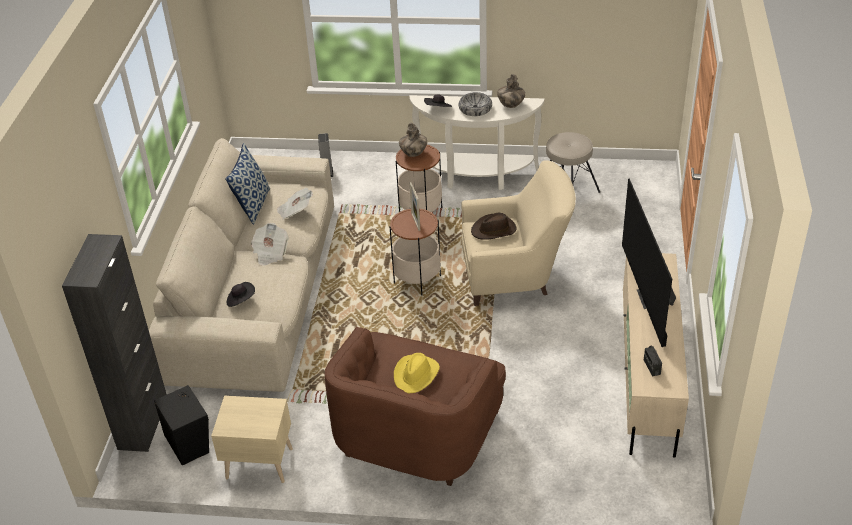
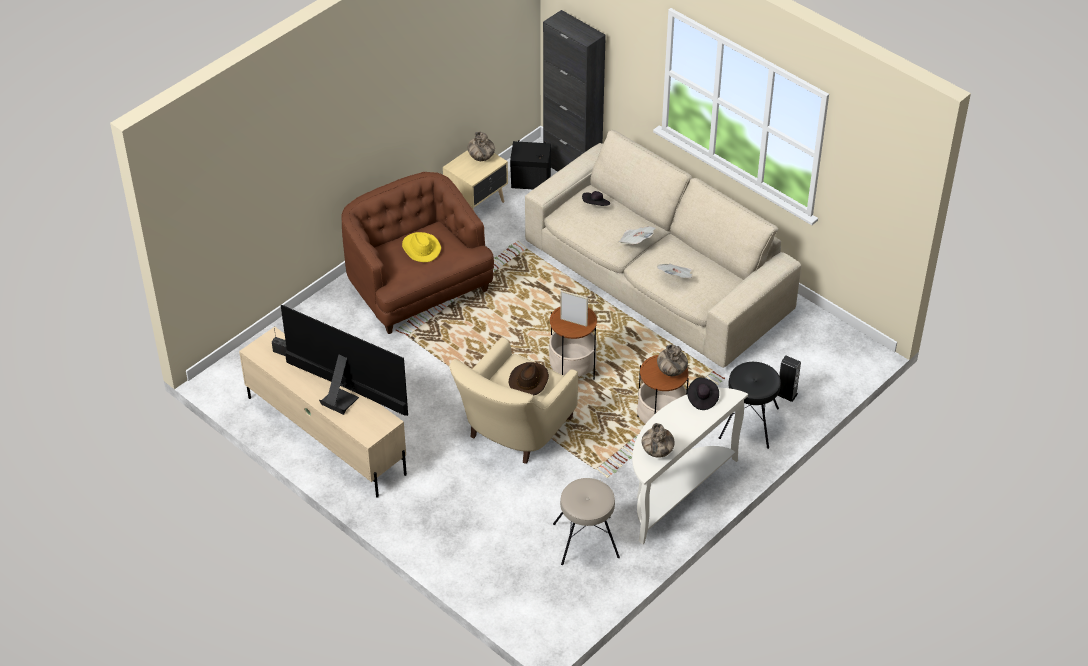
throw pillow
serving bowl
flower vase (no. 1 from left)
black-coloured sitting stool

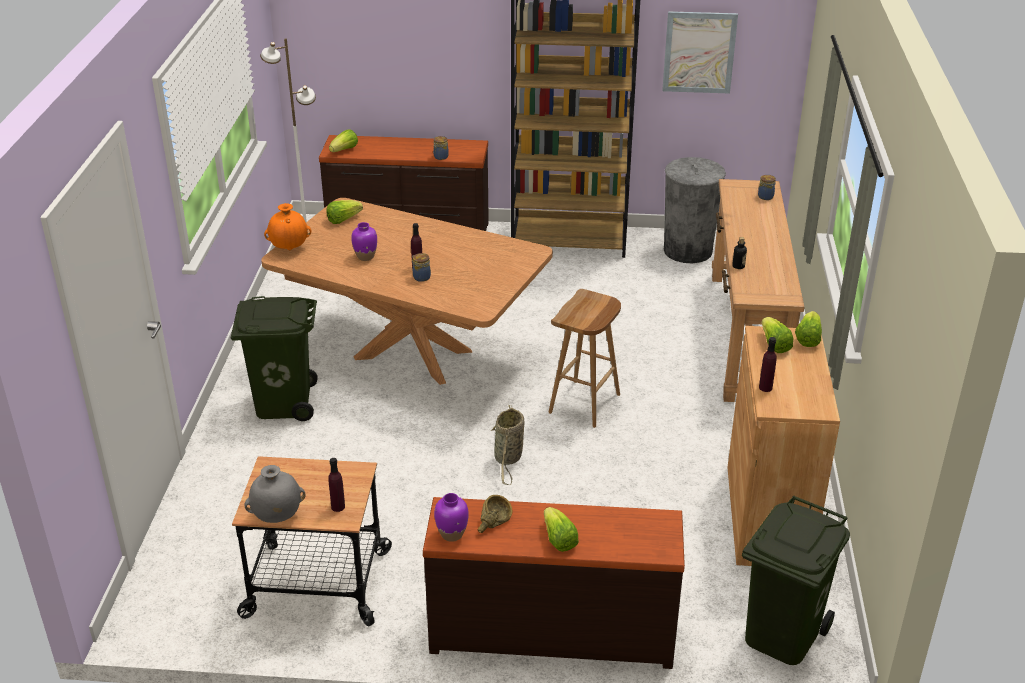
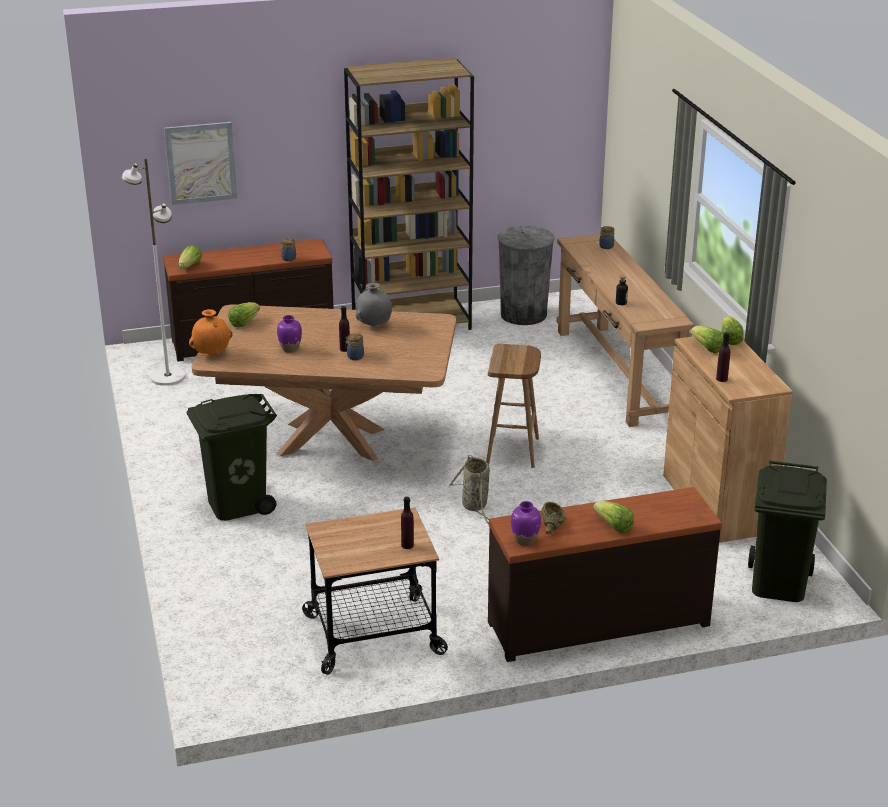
gray flower vase
picture

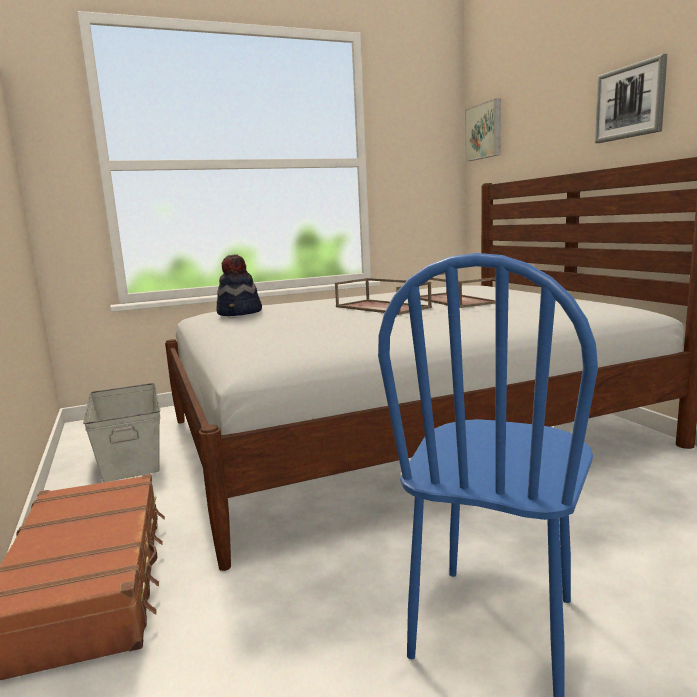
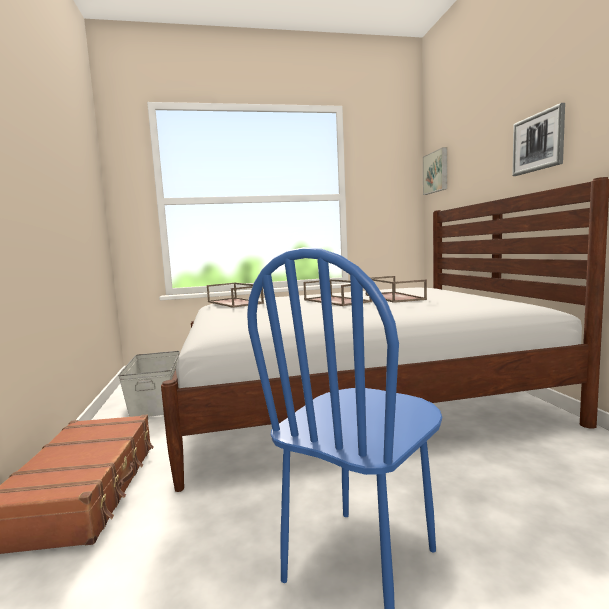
brown carrying tray (no. 1 from left)

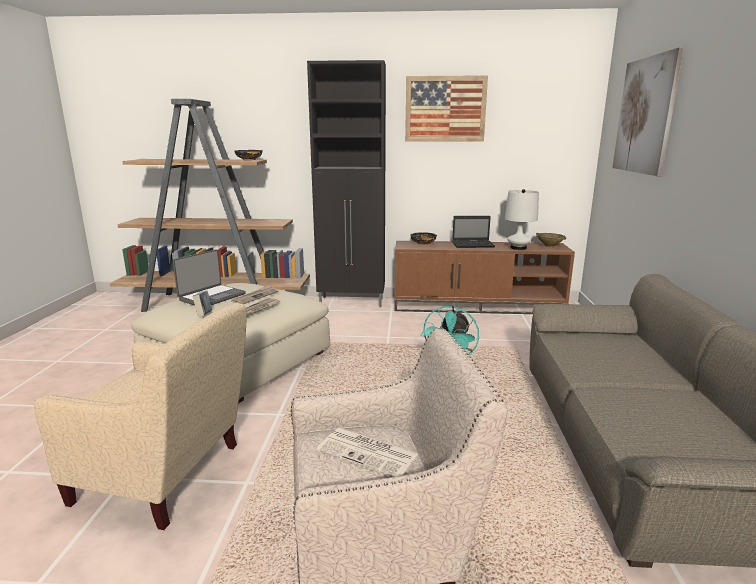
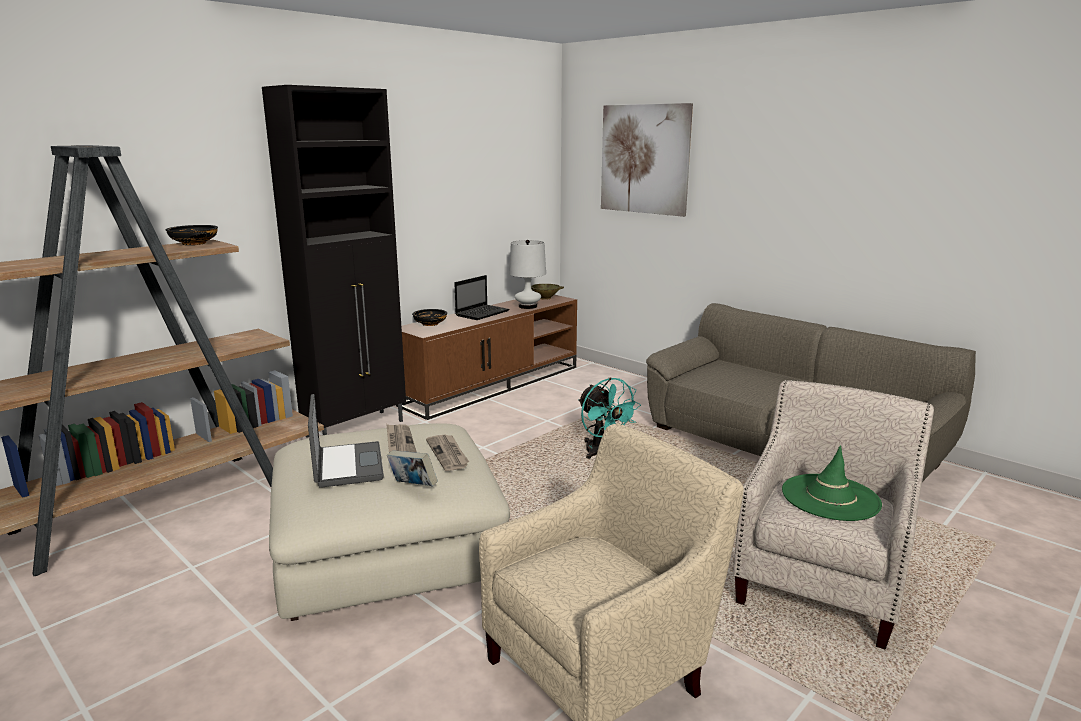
green wearable hat
picture (no. 1 from left in the first image)

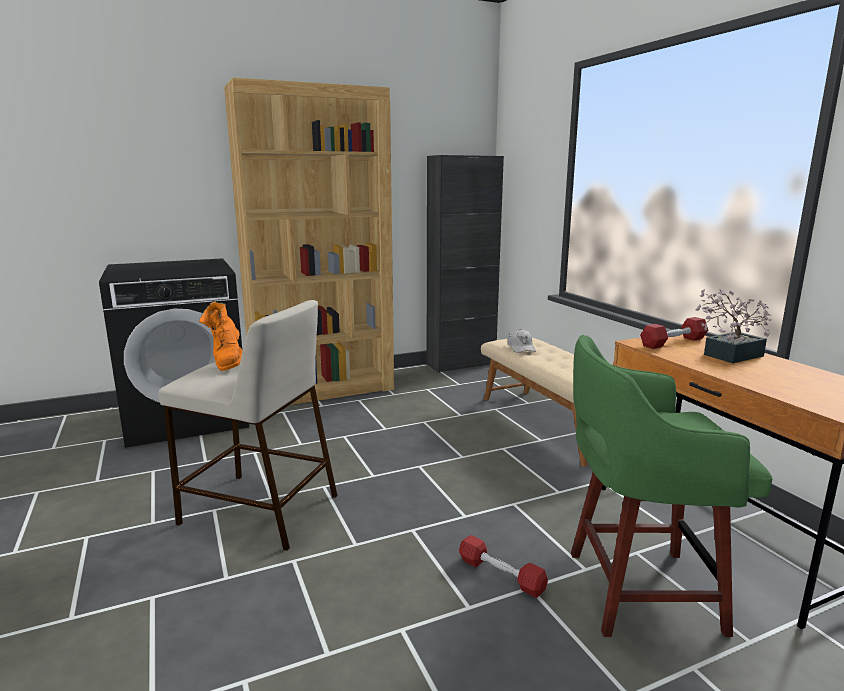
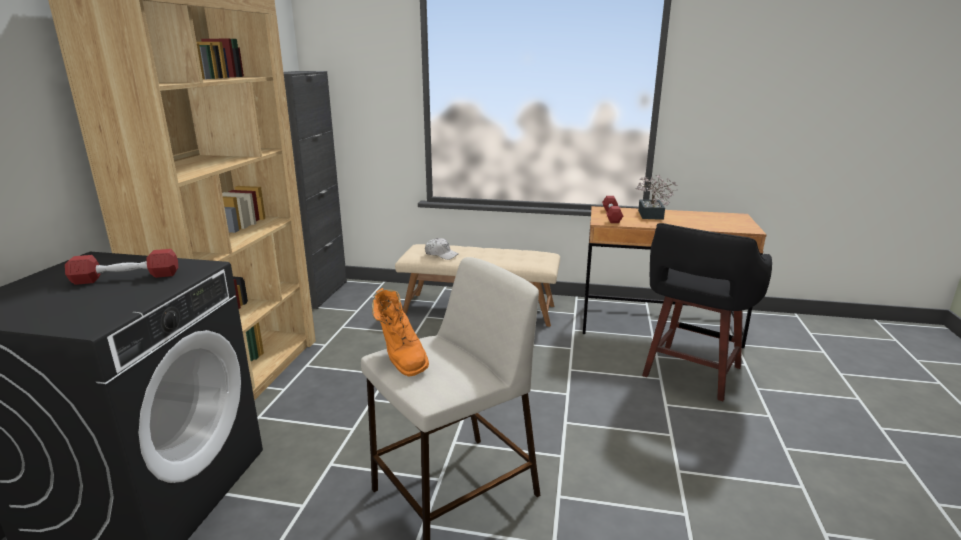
orange-coloured boot
reddish free weight (no. 1 from left)
black-coloured sitting stool

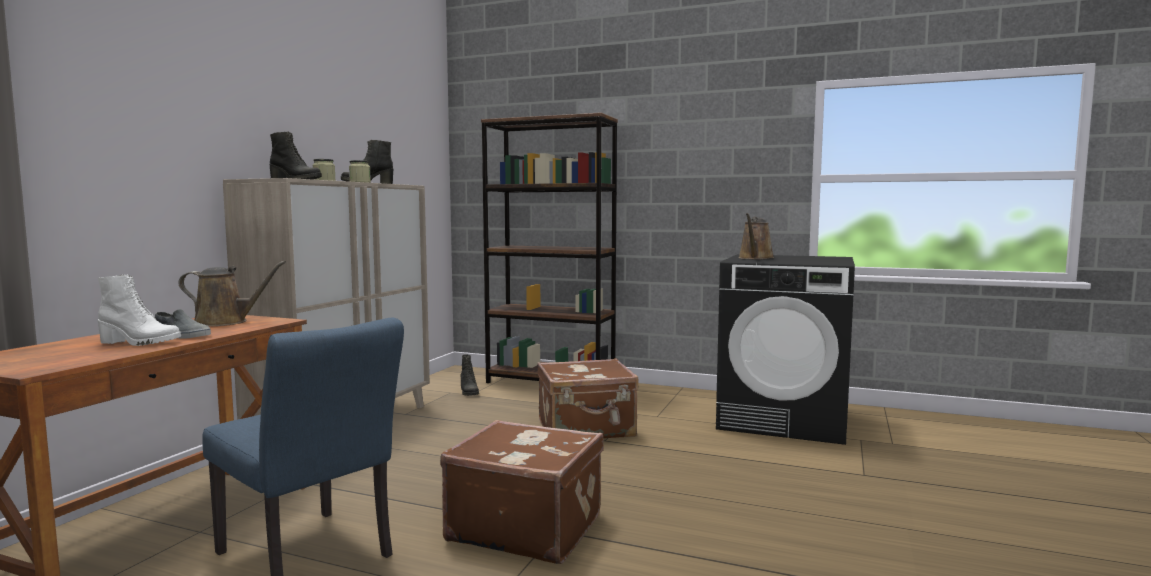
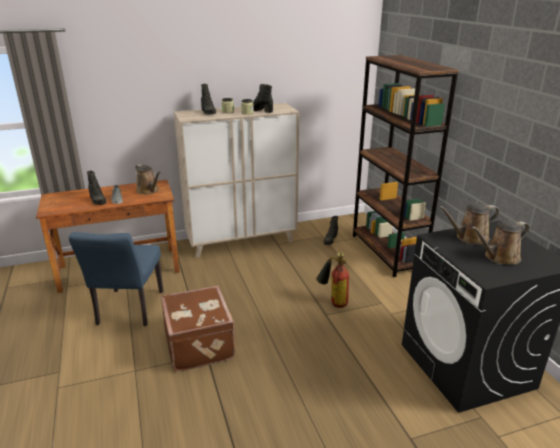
black-coloured boot (no. 1 from left)
extinguisher
brown watering pot (no. 3 from left)

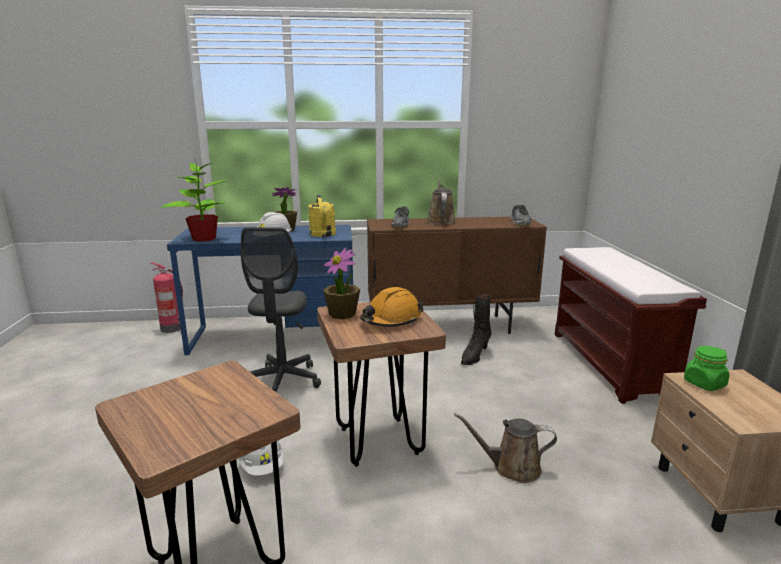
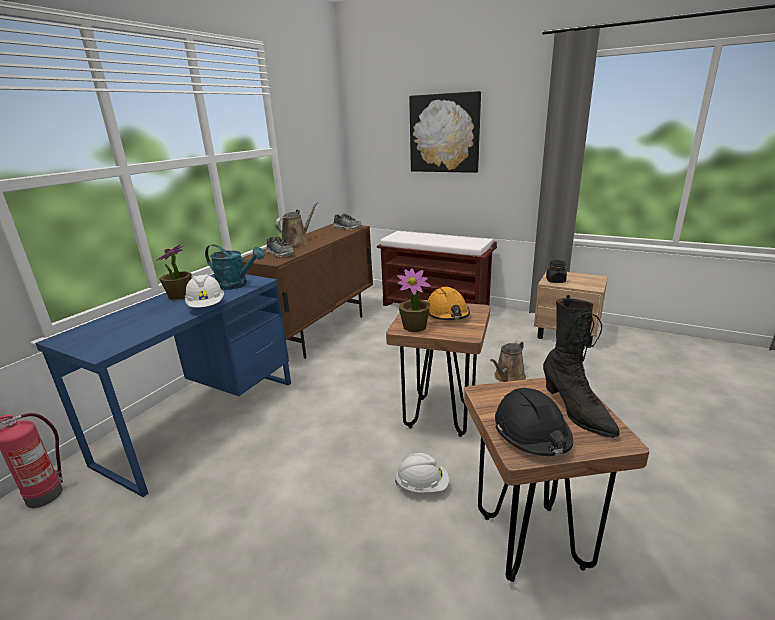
plant in a pot (no. 1 from left in the first image)
gray office chair
turquoise watering pot
brown watering pot (no. 1 from left)
black-coloured boot
black-coloured storage jar
picture
black-coloured safety helmet

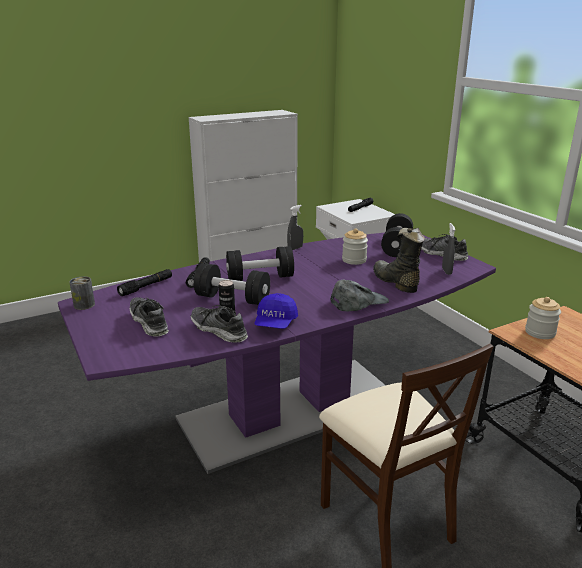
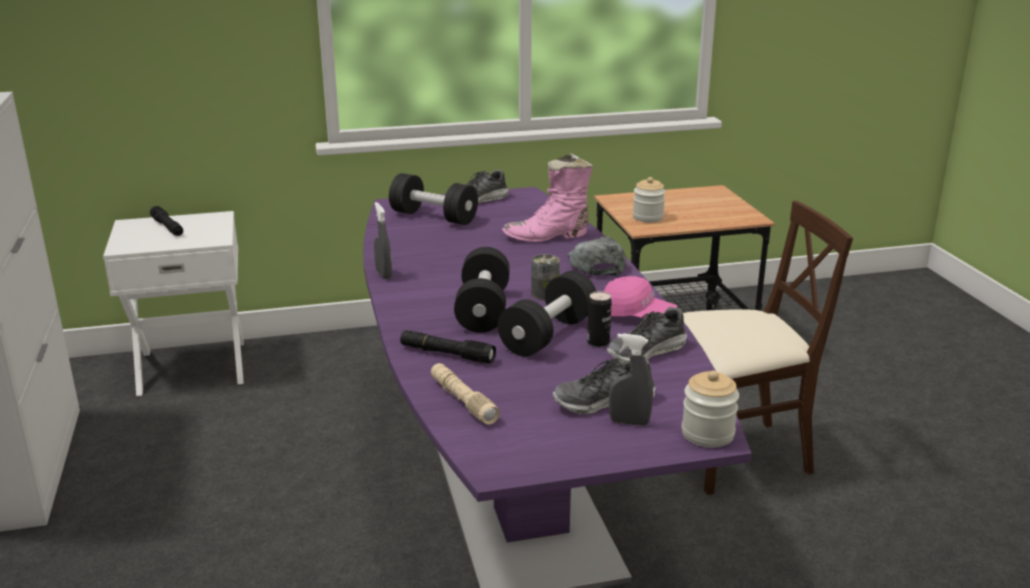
can (no. 1 from left)
beige torch
pink peaked cap
storage jar (no. 2 from left)
pink boot
gray spray bottle (no. 2 from left)

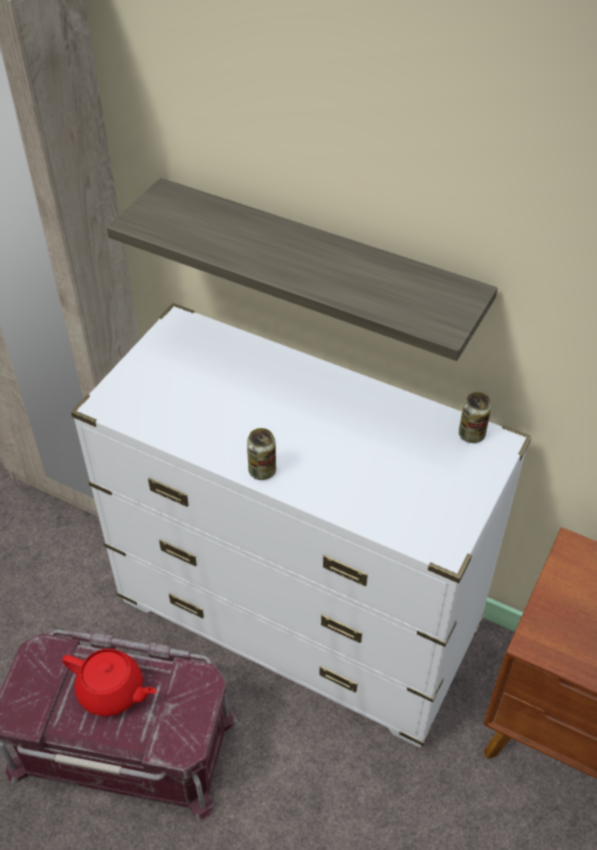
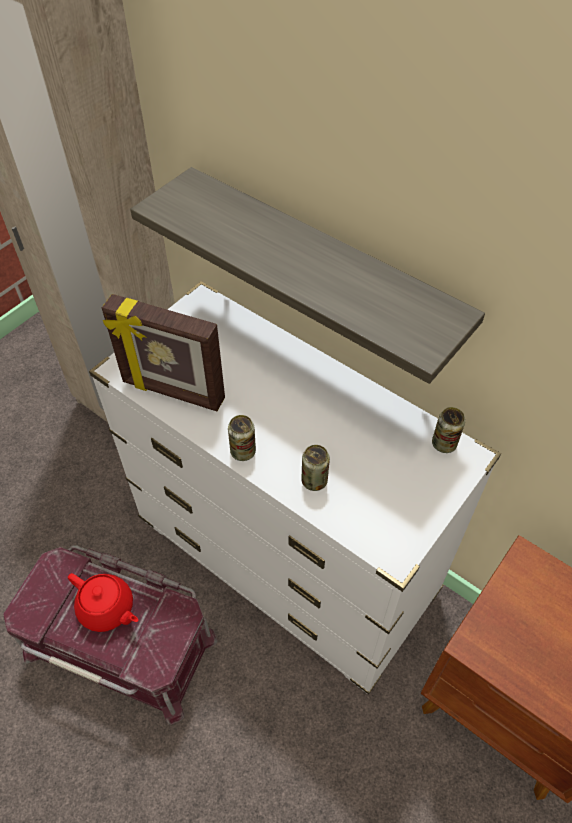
photo frame
can (no. 2 from left)

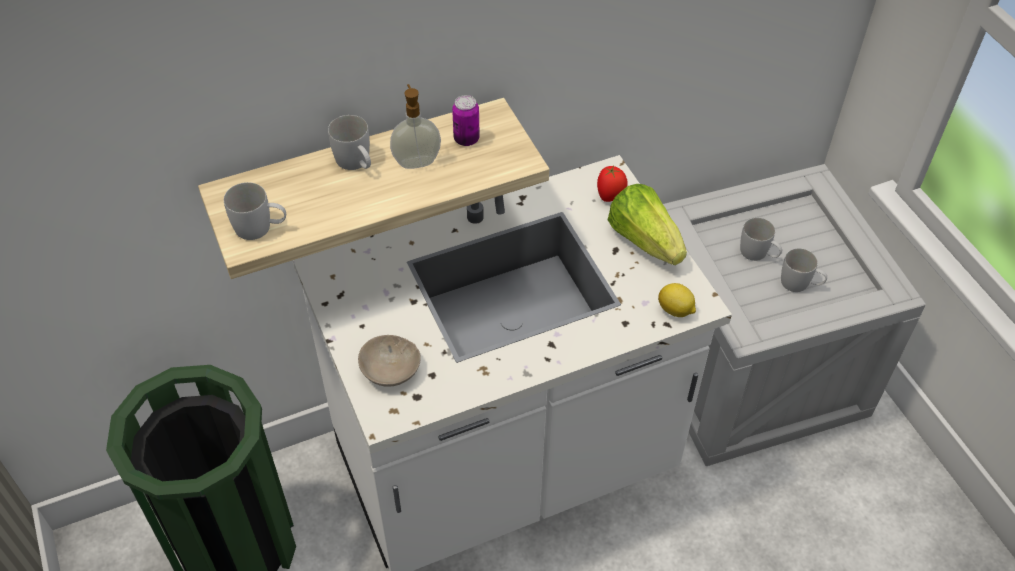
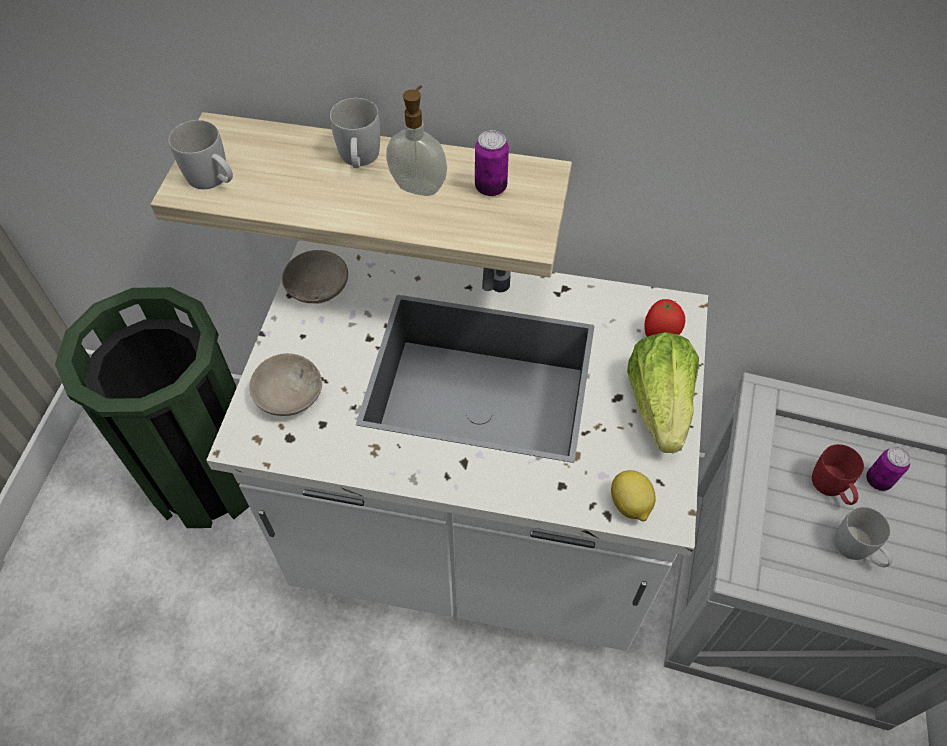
reddish mug
beige serving bowl (no. 2 from left)
can (no. 2 from left)

